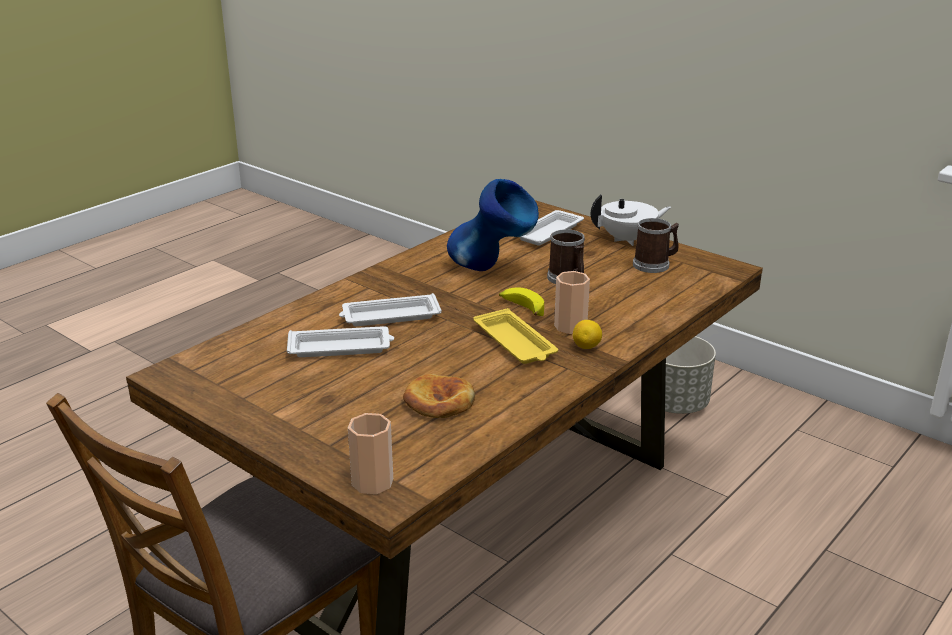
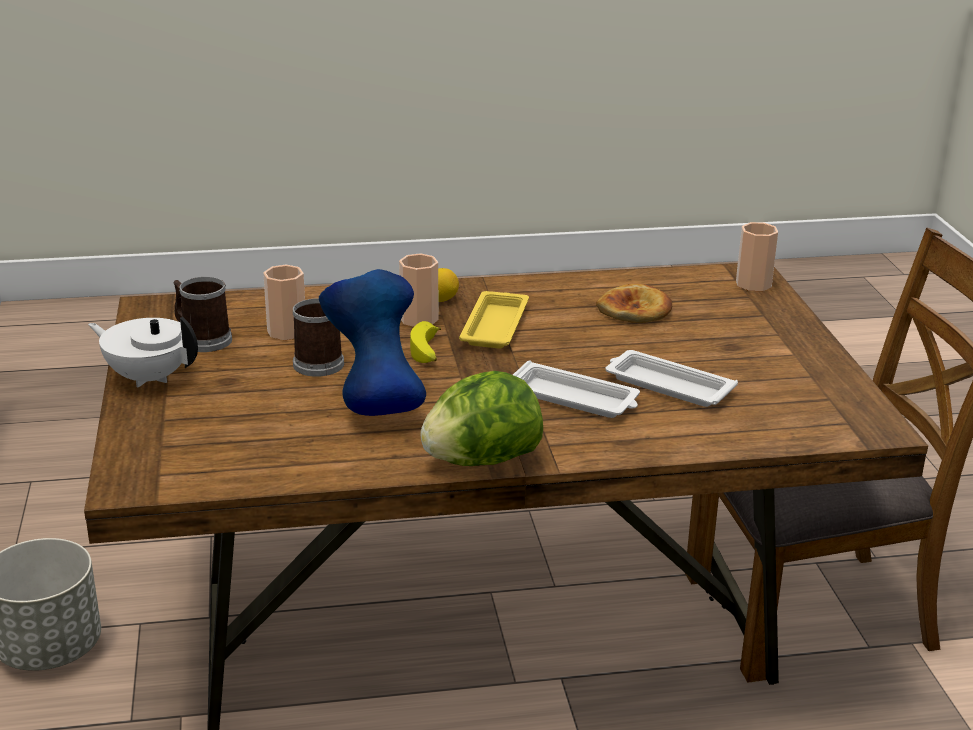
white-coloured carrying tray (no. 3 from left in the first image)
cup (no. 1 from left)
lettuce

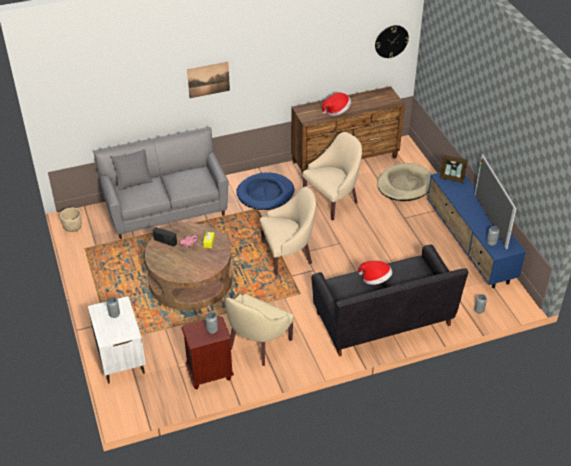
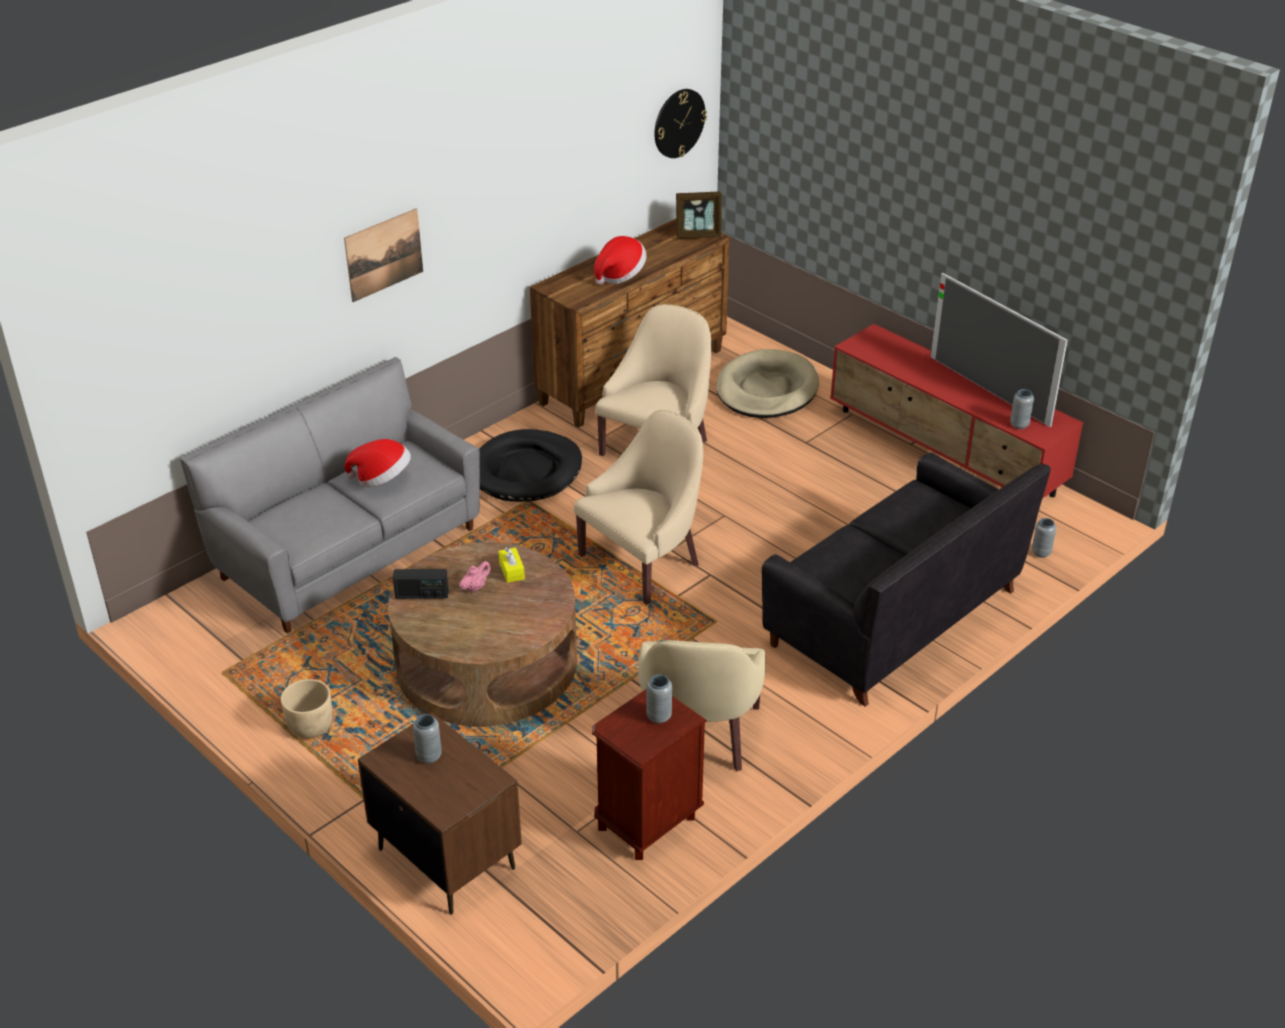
beige planter
brown nightstand (no. 1 from left)
gray throw pillow
black-coloured pet bed
wearable hat (no. 1 from left)
reddish tv stand
photo frame

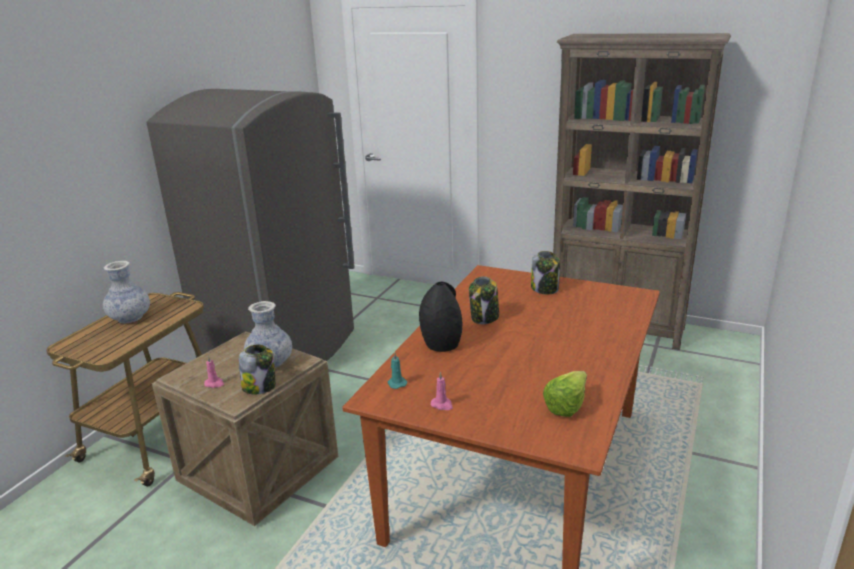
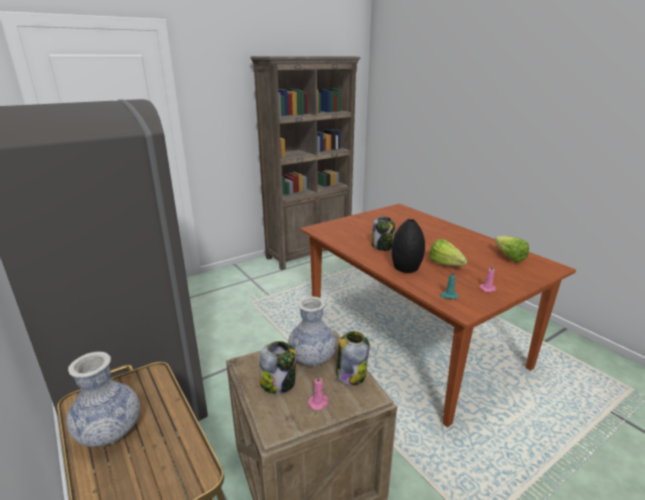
storage jar (no. 1 from left)
lettuce (no. 1 from left)

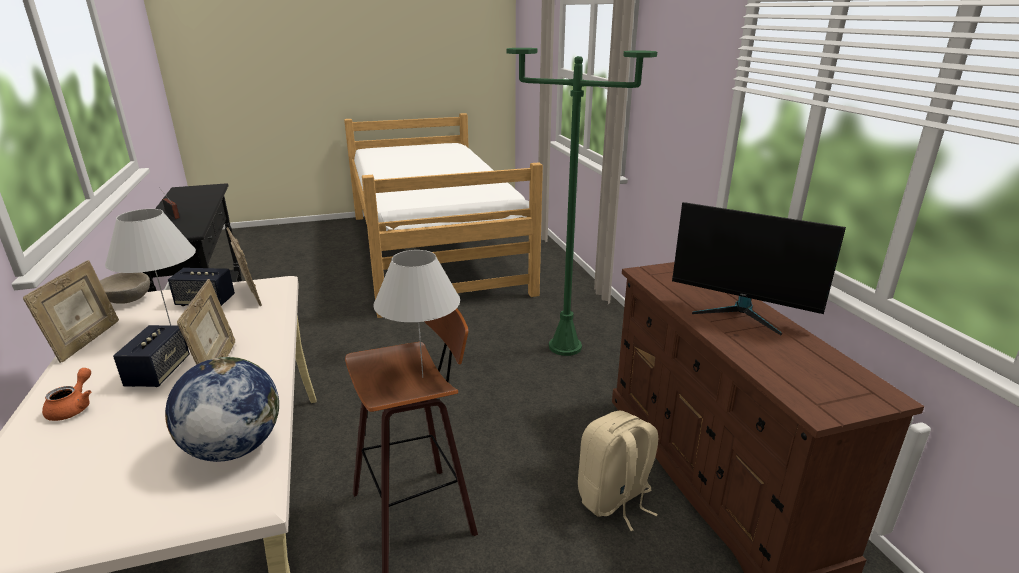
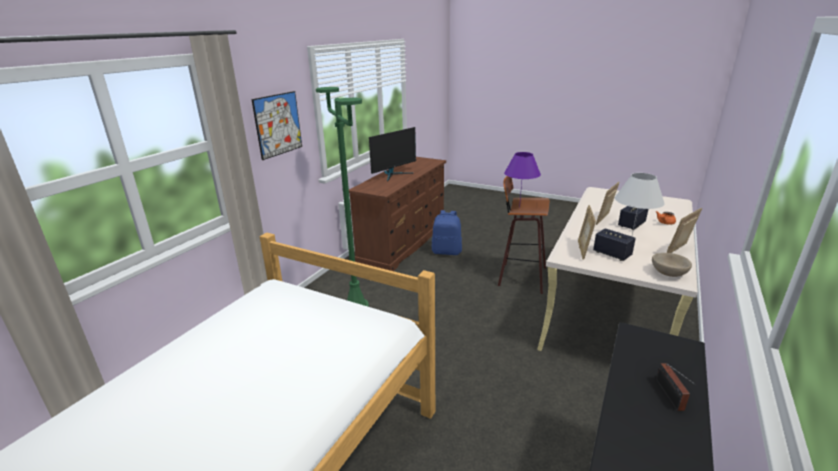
world globe
purple-coloured lamp for a table
blue backpack
computer screen
picture

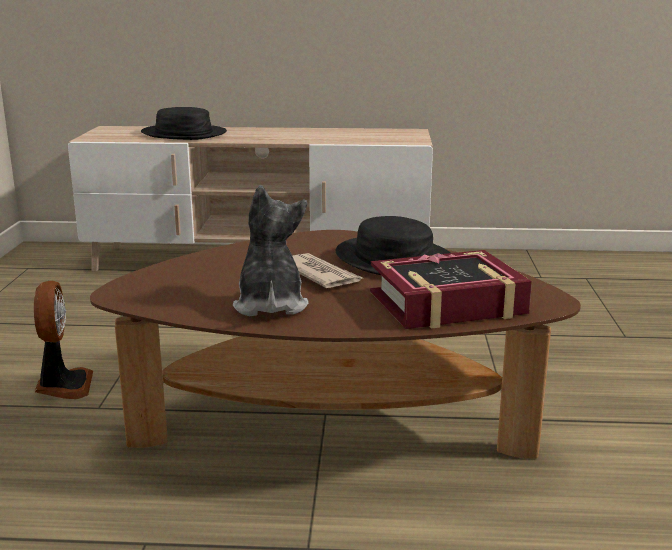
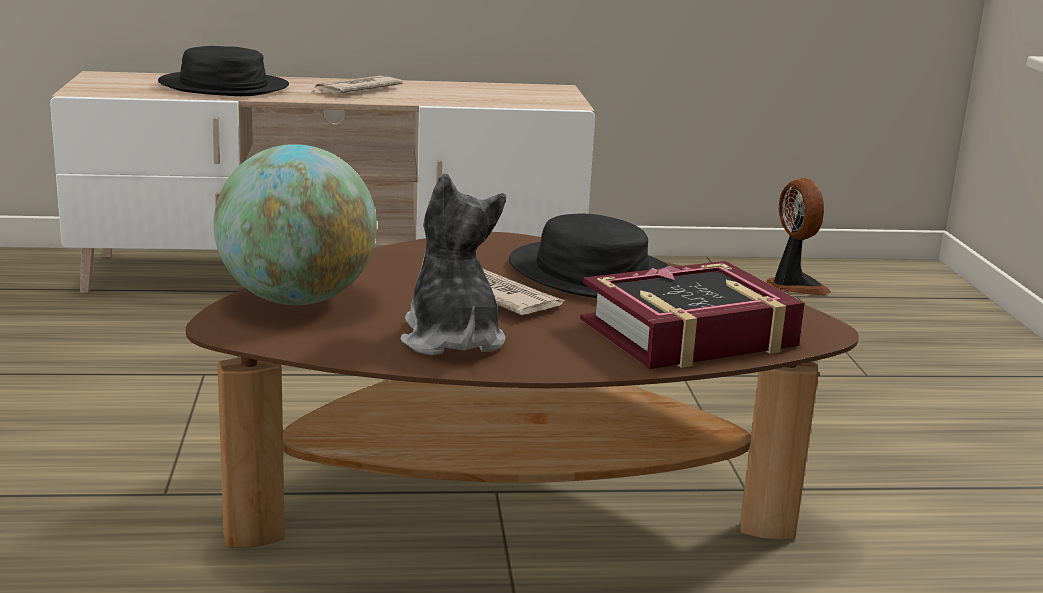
fan
world globe
printed paper (no. 1 from left)

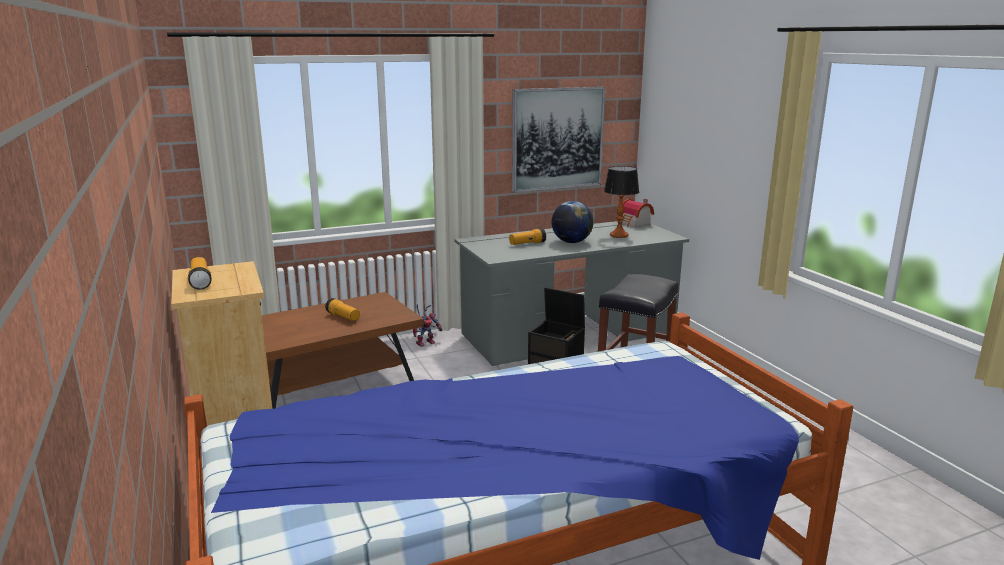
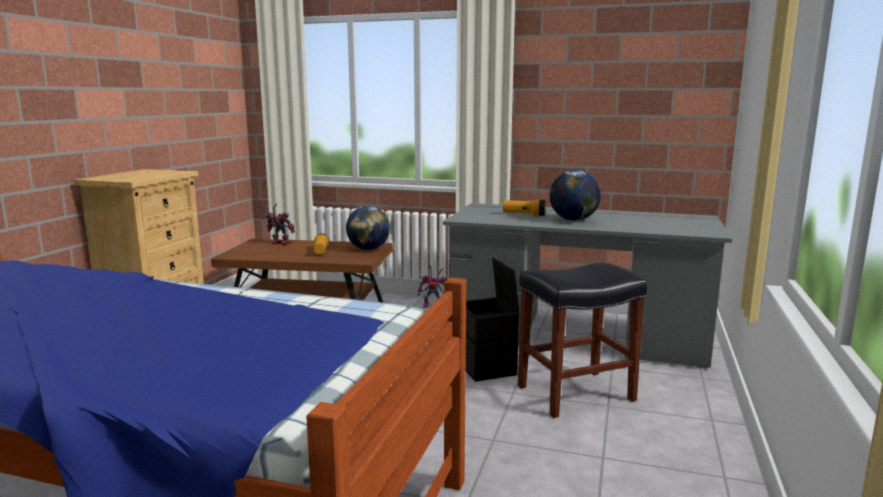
torch (no. 1 from left in the first image)
picture
lamp for a table
toy house
toy robot (no. 1 from left)
world globe (no. 1 from left)

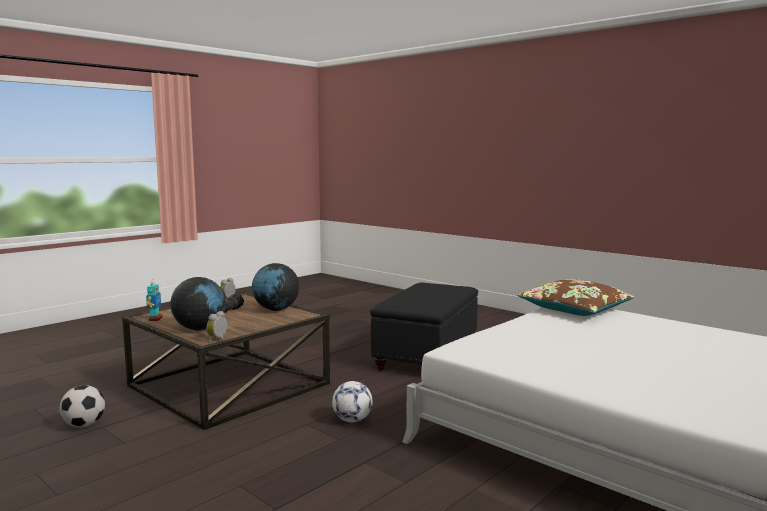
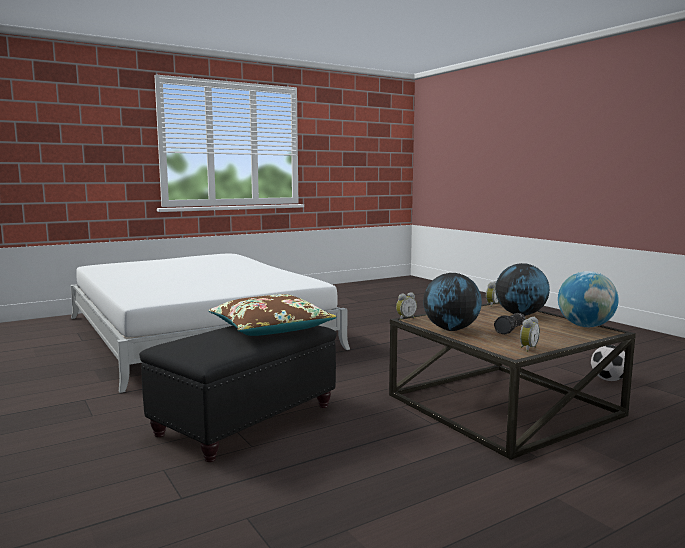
world globe (no. 3 from left)
football ball (no. 2 from left in the first image)
brown throw pillow
alarm clock (no. 1 from left)

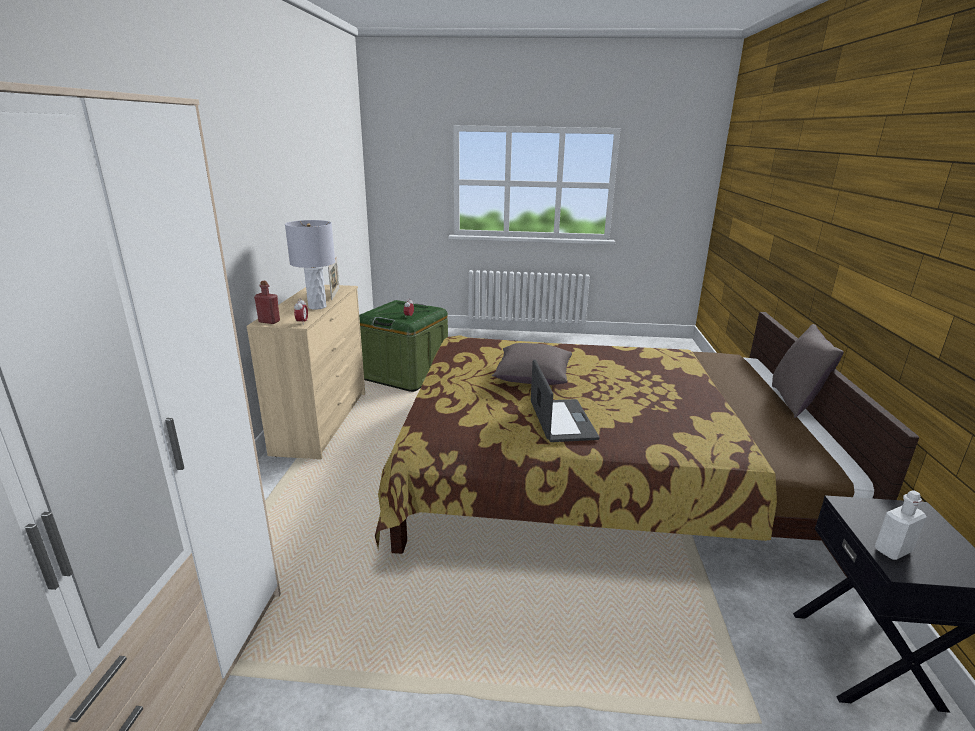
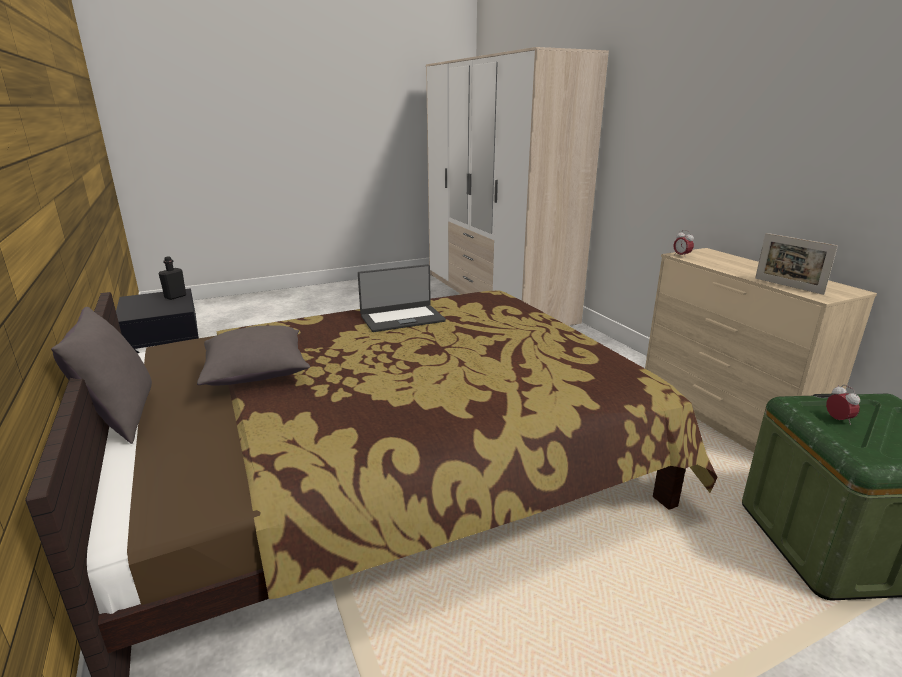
reddish drink bottle
gray lamp for a table
gray throw pillow (no. 2 from left)
laptop
black-coloured drink bottle

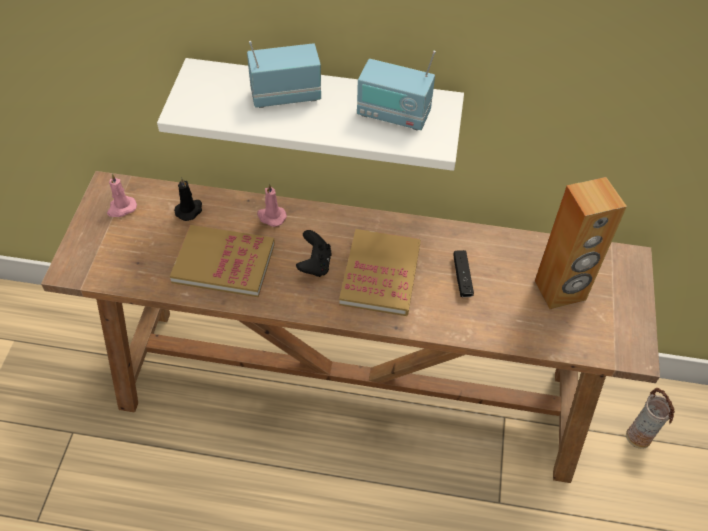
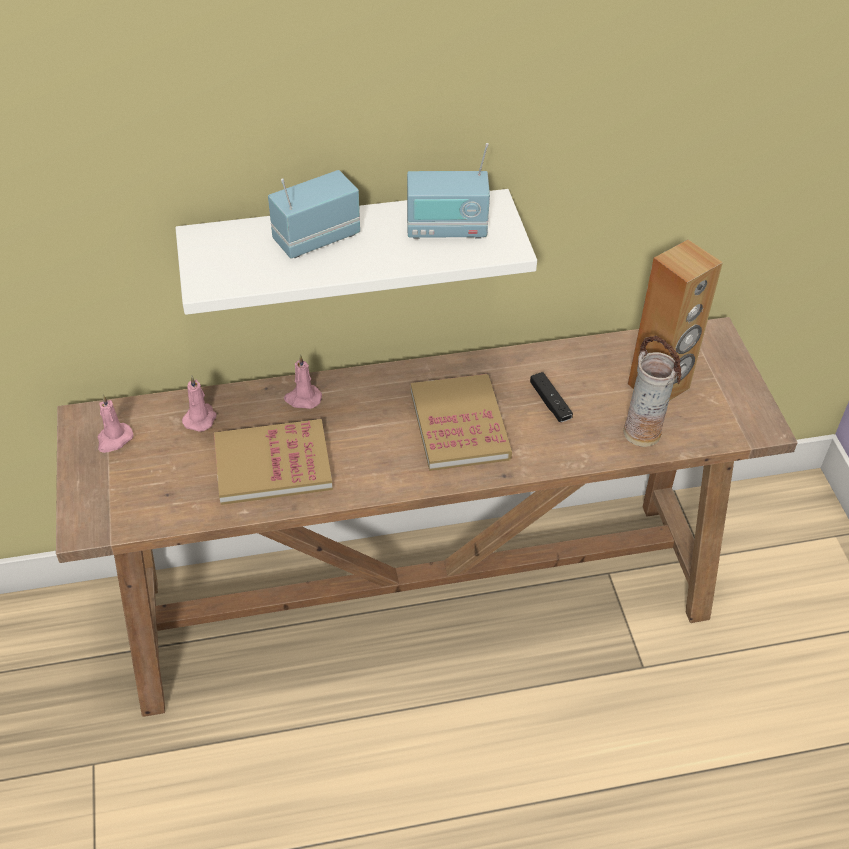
pink candle (no. 2 from left)
black-coloured game controller (no. 1 from left in the first image)
flower vase

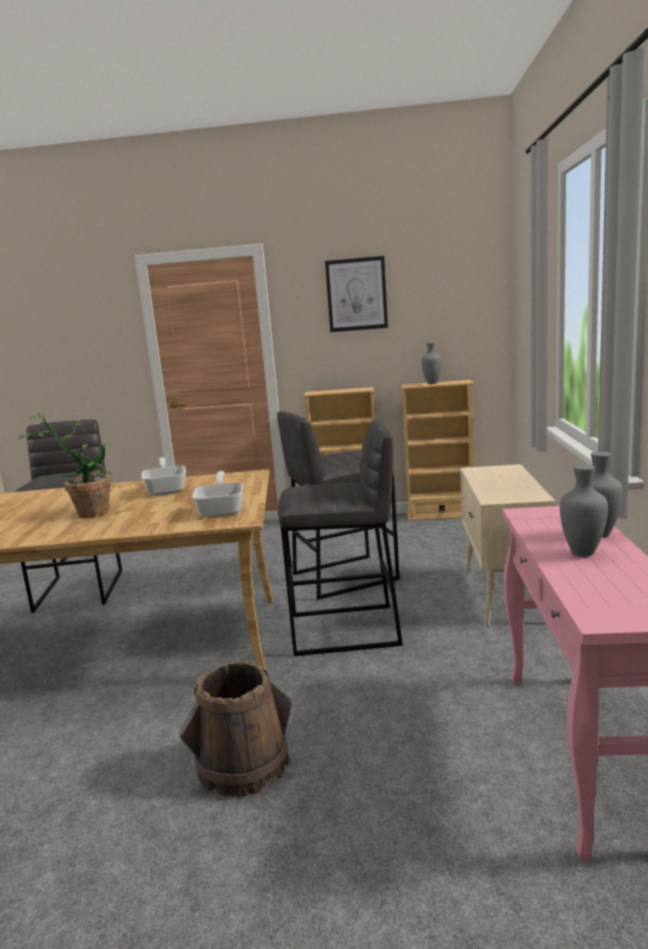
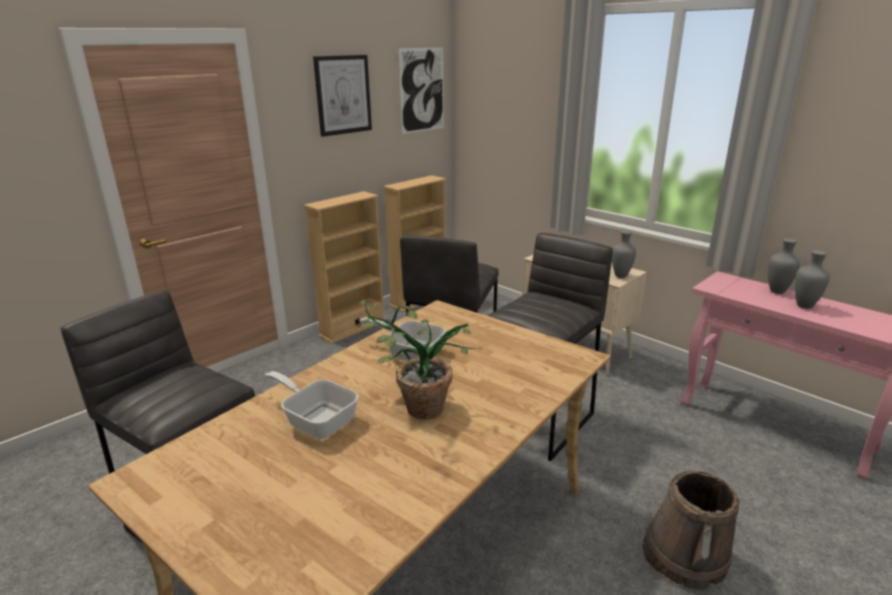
pan (no. 1 from left)
gray flower vase (no. 1 from left)
picture (no. 2 from left)

